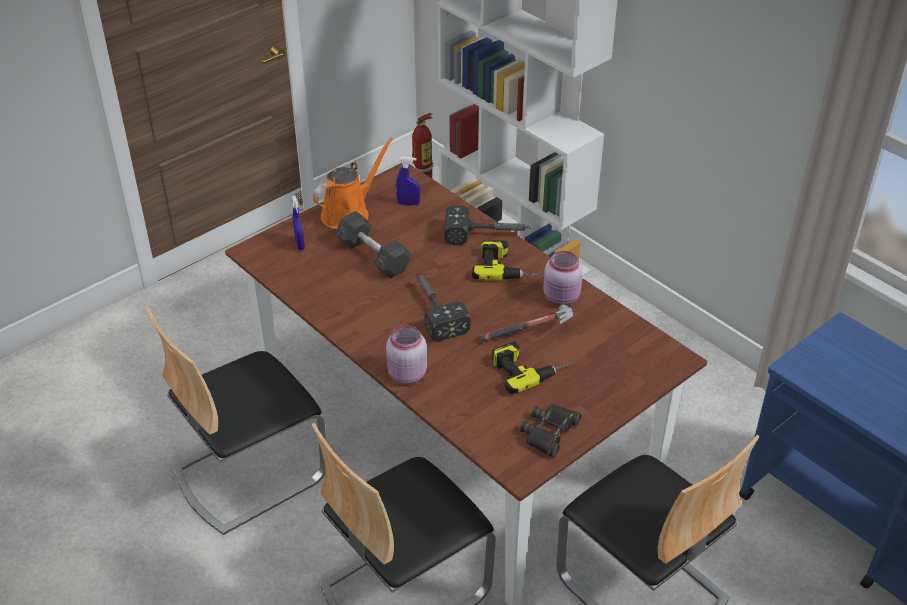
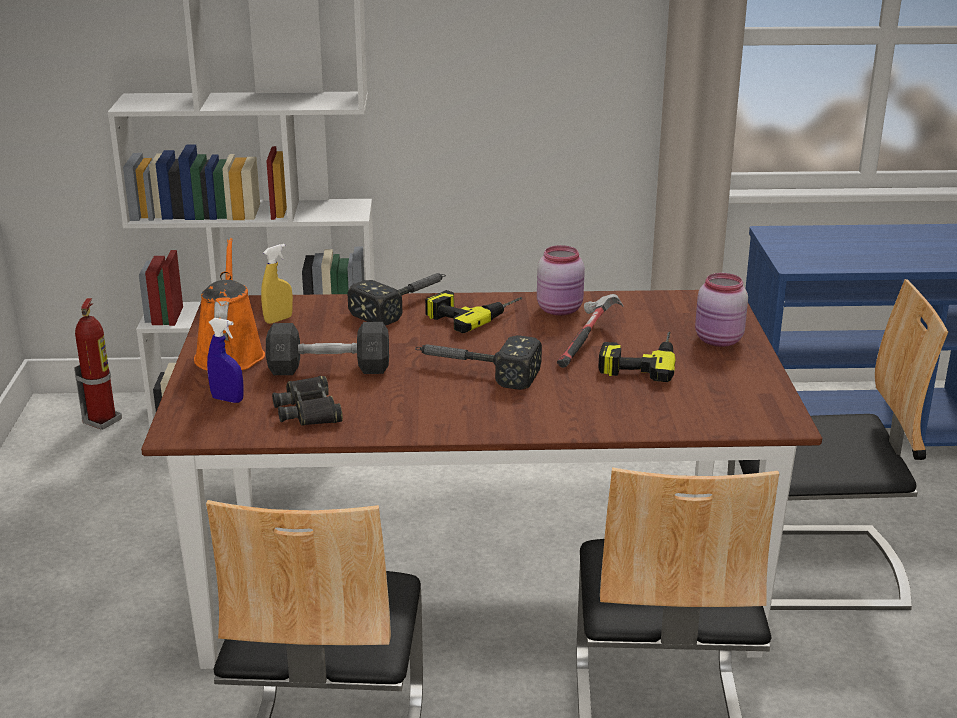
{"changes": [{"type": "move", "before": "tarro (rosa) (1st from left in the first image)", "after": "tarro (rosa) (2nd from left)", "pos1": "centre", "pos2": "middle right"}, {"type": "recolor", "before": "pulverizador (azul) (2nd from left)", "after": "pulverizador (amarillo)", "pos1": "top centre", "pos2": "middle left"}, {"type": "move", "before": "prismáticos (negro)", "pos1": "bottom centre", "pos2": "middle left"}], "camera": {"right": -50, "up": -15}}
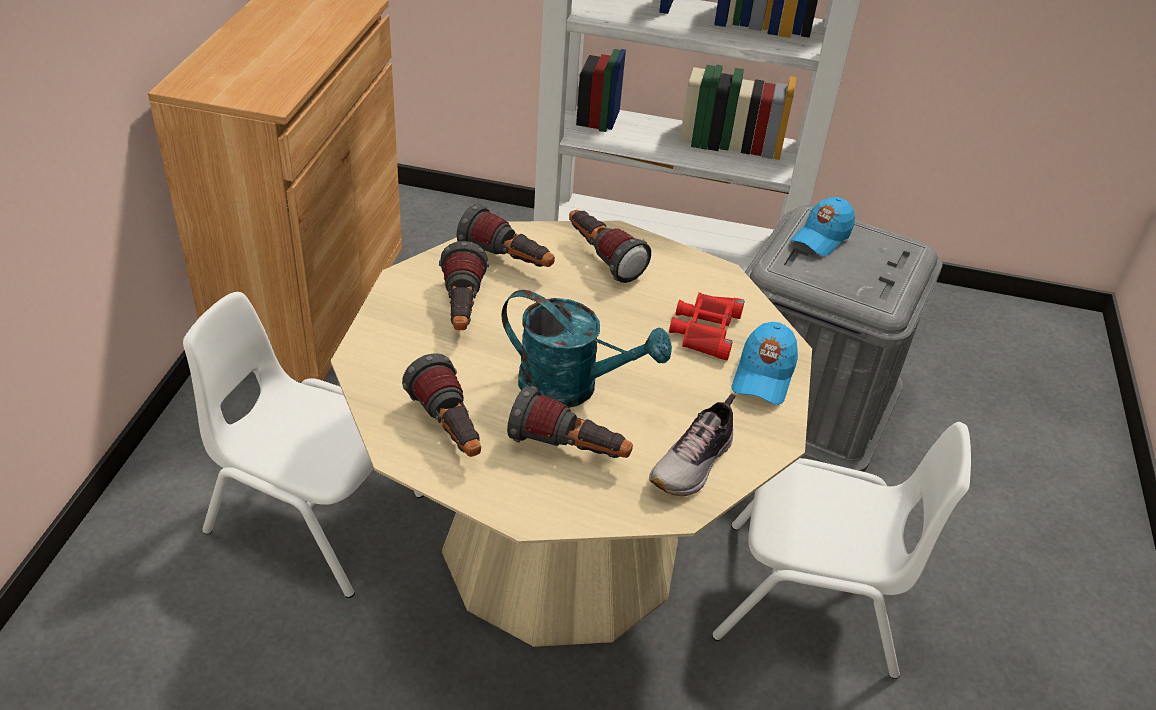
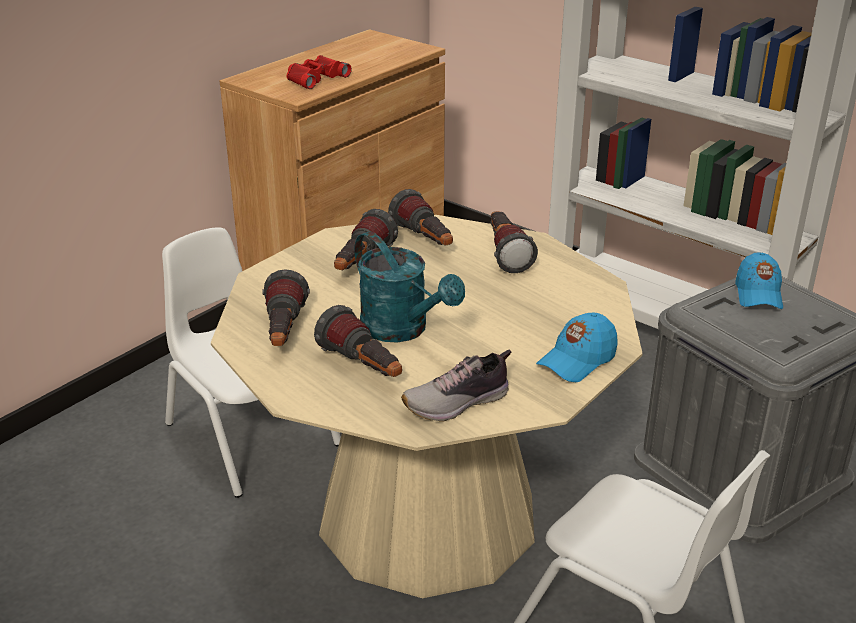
{"changes": [{"type": "move", "before": "prismáticos (rojo)", "pos1": "centre", "pos2": "top centre"}, {"type": "rotate", "before": "gorra (azul) (2nd from left)", "pos1": "top right", "pos2": "middle right", "turn": -60}], "camera": {"right": 30, "up": -10}}
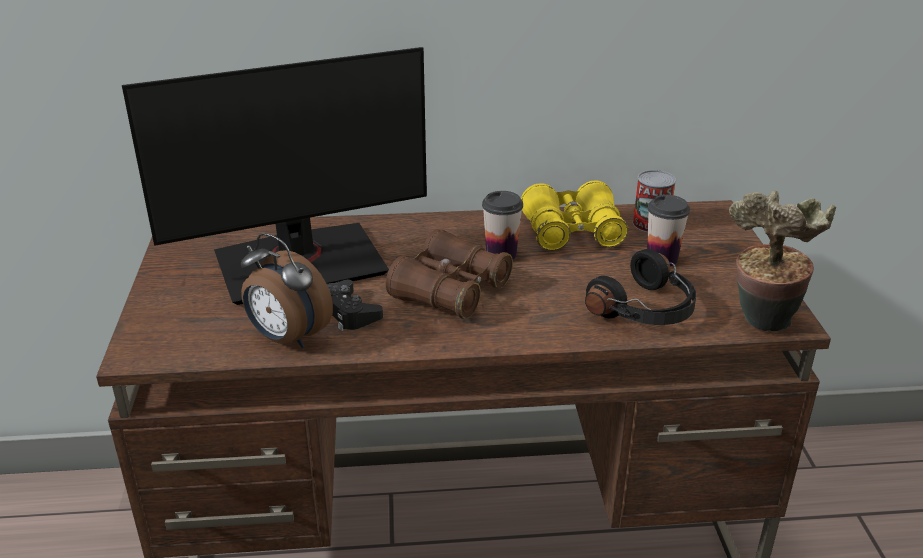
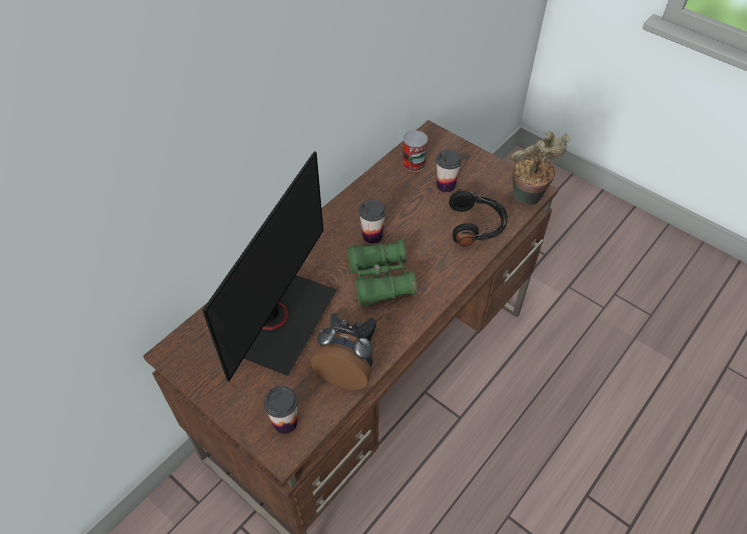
{"changes": [{"type": "rotate", "before": "despertador", "pos1": "middle left", "pos2": "bottom centre", "turn": -150}, {"type": "recolor", "before": "prismáticos (marrón)", "after": "prismáticos (verde)", "pos1": "centre", "pos2": "centre"}, {"type": "delete", "before": "prismáticos (amarillo)", "pos1": "centre"}, {"type": "insert", "after": "taza (1st from left)", "pos2": "bottom centre"}], "camera": {"right": -45, "up": 20}}
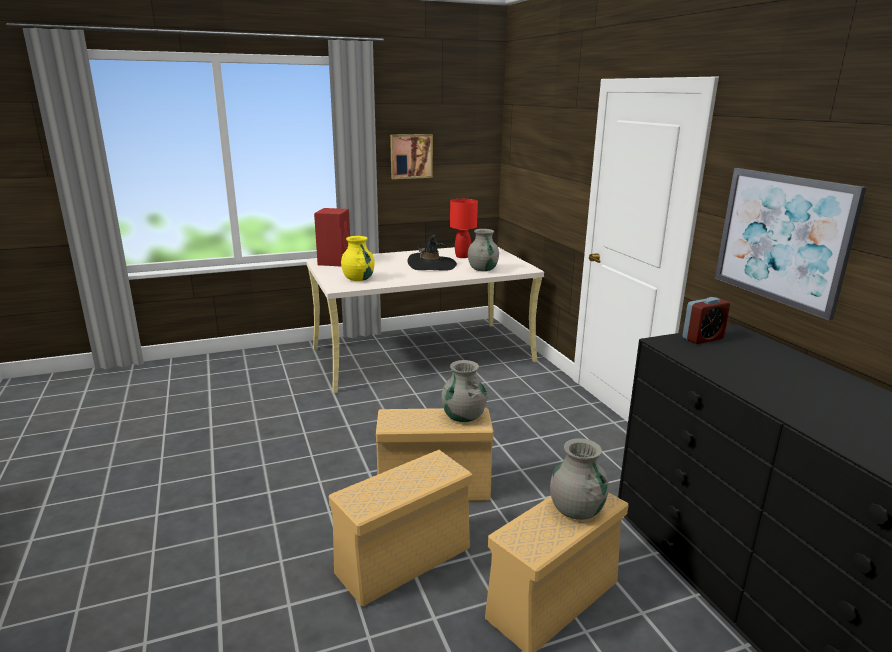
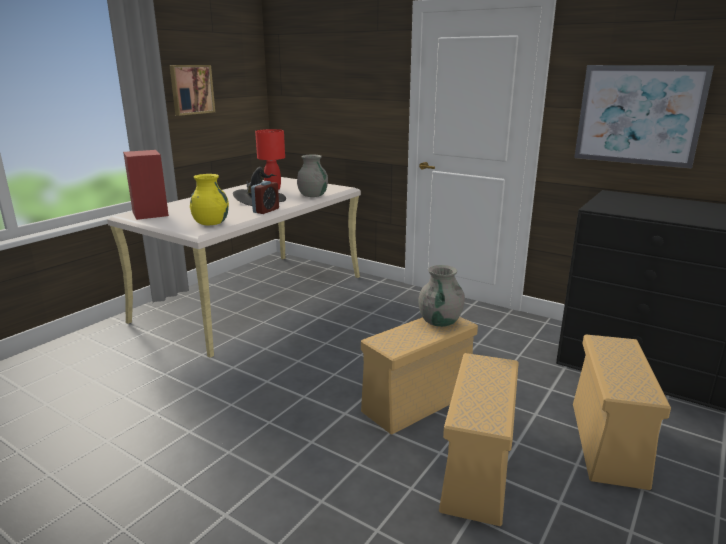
{"changes": [{"type": "delete", "before": "florero (gris) (3rd from left)", "pos1": "bottom centre"}, {"type": "move", "before": "despertador", "pos1": "middle right", "pos2": "centre"}], "camera": {"right": -35, "up": 0}}
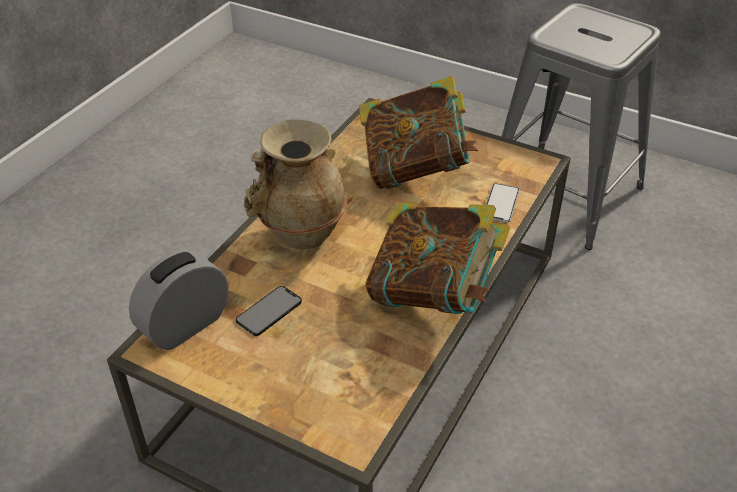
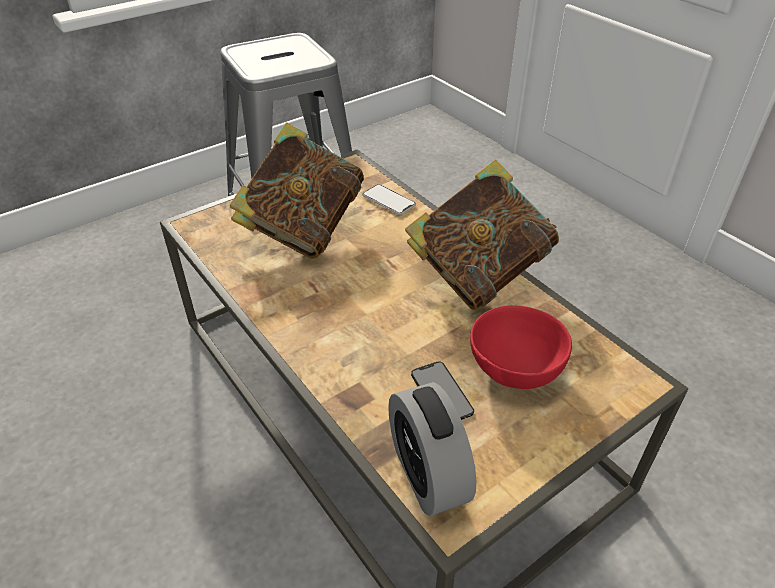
{"changes": [{"type": "delete", "before": "florero (beis)", "pos1": "centre"}, {"type": "insert", "after": "cuenco (rojo)", "pos2": "middle right"}], "camera": {"right": -65, "up": 0}}
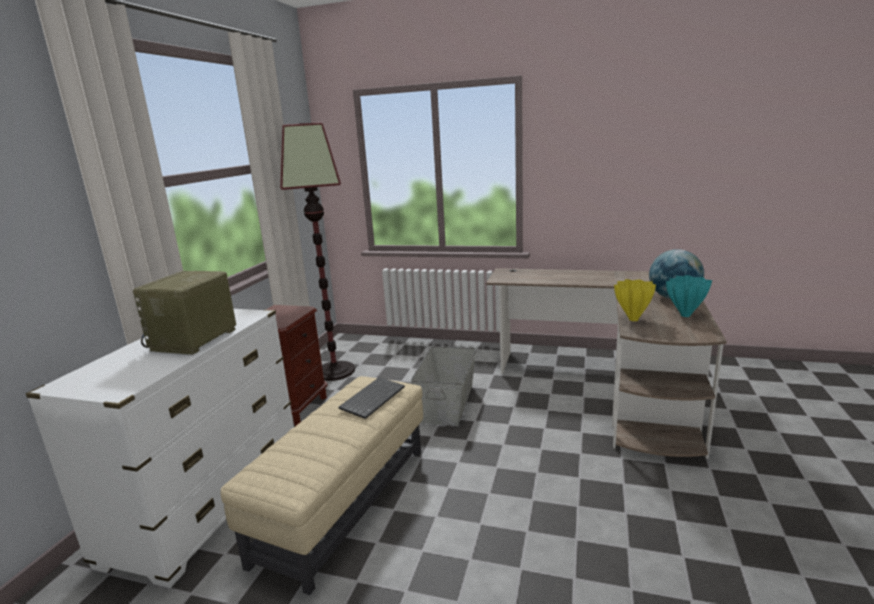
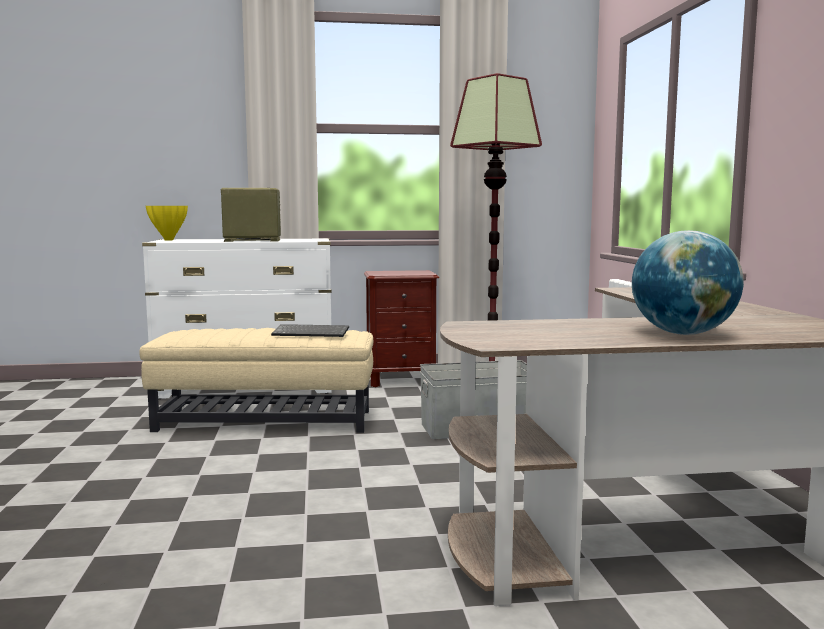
{"changes": [{"type": "move", "before": "florero (amarillo)", "pos1": "middle right", "pos2": "middle left"}, {"type": "delete", "before": "florero (turquesa)", "pos1": "middle right"}], "camera": {"right": 65, "up": -10}}
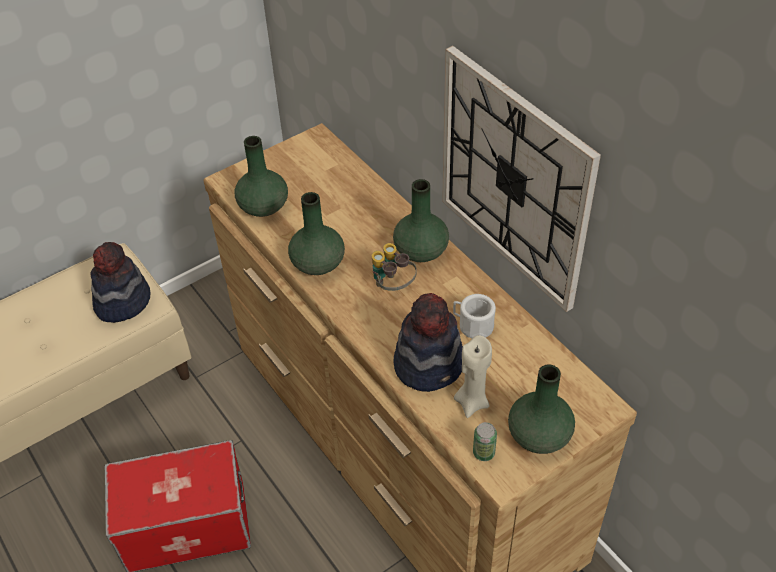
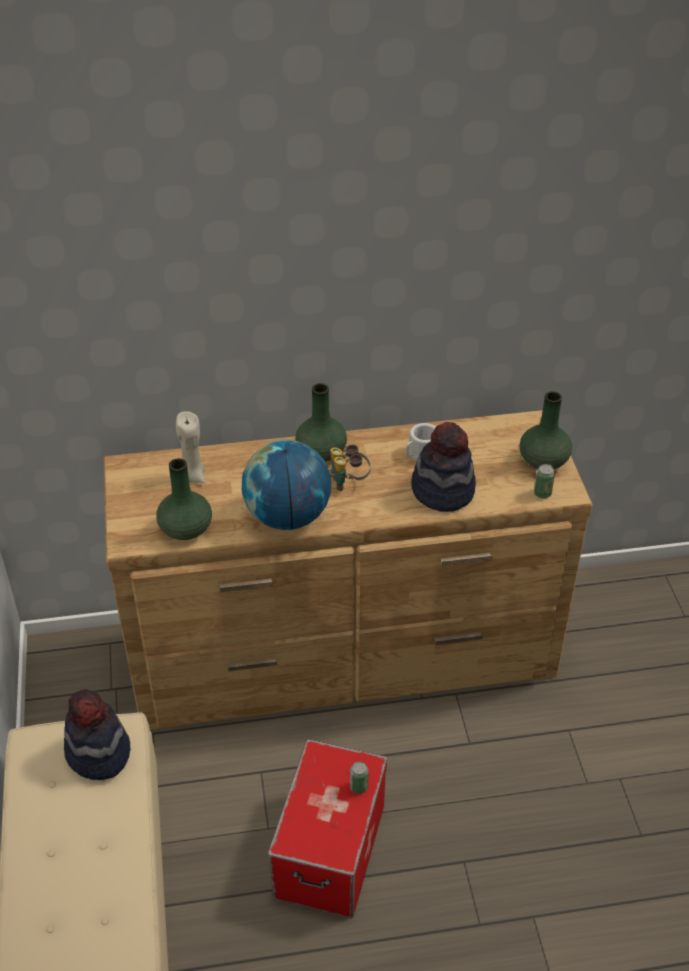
{"changes": [{"type": "replace", "before": "florero (verde) (2nd from left)", "after": "globo terráqueo", "pos1": "centre", "pos2": "centre"}, {"type": "delete", "before": "reloj de pared", "pos1": "top right"}, {"type": "move", "before": "vela (beis)", "pos1": "centre", "pos2": "middle left"}, {"type": "insert", "after": "lata (1st from left)", "pos2": "bottom centre"}], "camera": {"right": -65, "up": -5}}
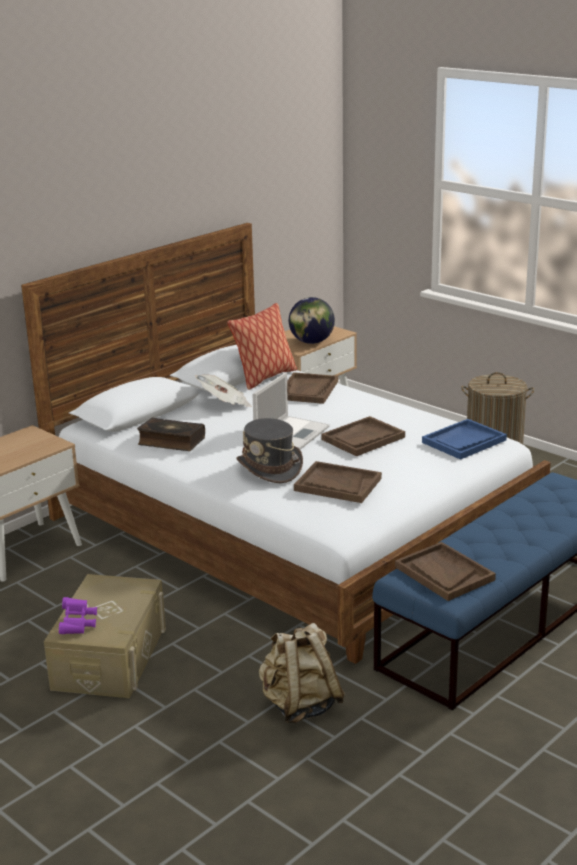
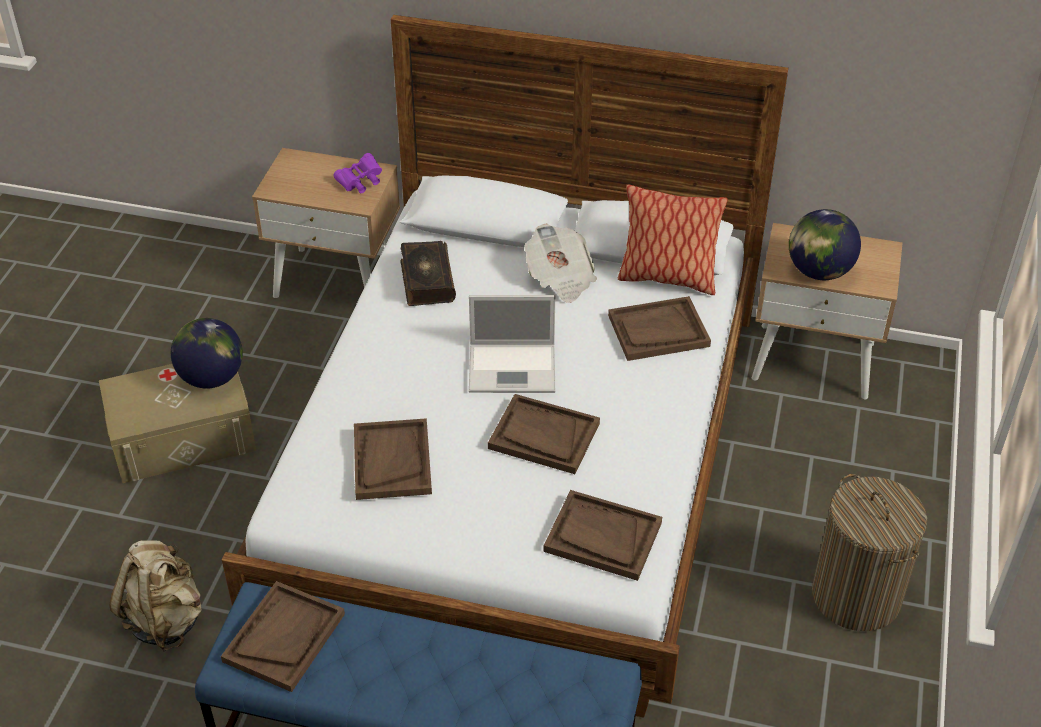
{"changes": [{"type": "move", "before": "prismáticos (morado)", "pos1": "bottom left", "pos2": "top centre"}, {"type": "delete", "before": "sombrero (gris)", "pos1": "centre"}, {"type": "recolor", "before": "bandeja (azul)", "after": "bandeja (marrón) (4th from left)", "pos1": "middle right", "pos2": "bottom centre"}, {"type": "insert", "after": "globo terráqueo (1st from left)", "pos2": "middle left"}], "camera": {"right": 60, "up": 20}}
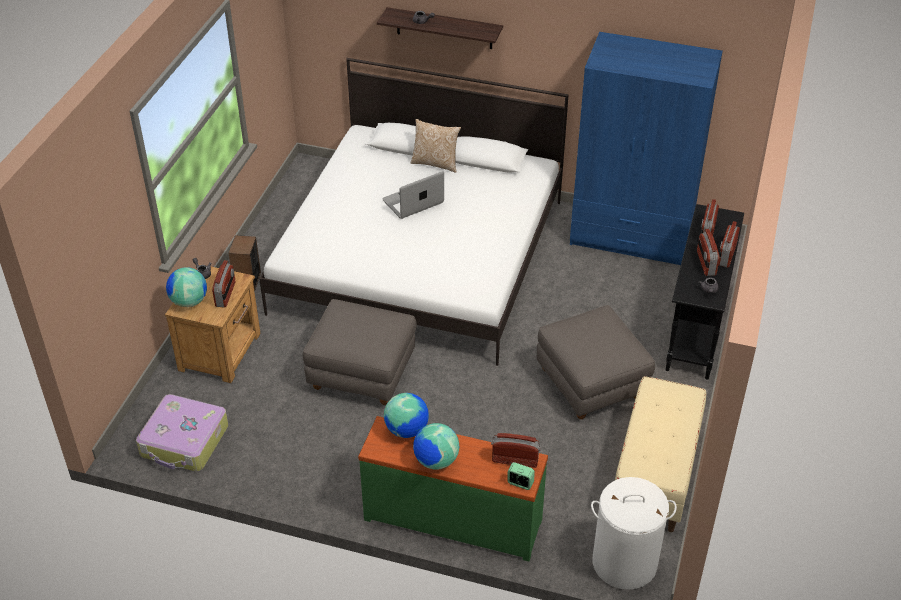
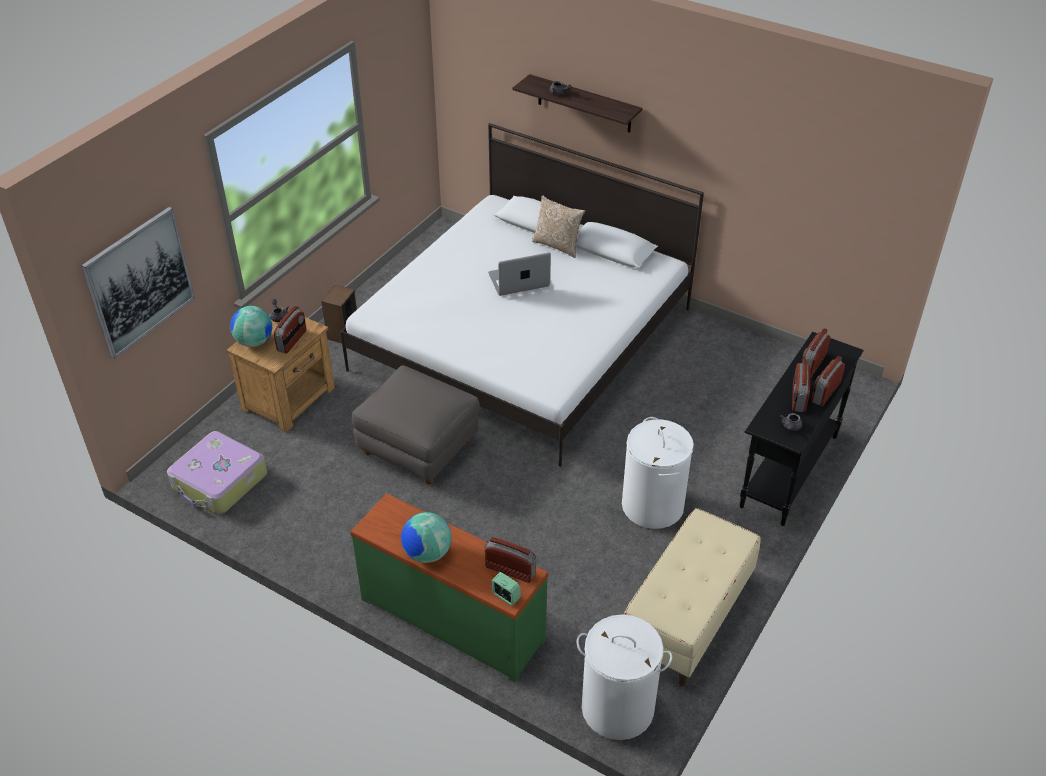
{"changes": [{"type": "delete", "before": "globo terráqueo (2nd from left)", "pos1": "bottom centre"}, {"type": "replace", "before": "puf (gris) (2nd from left)", "after": "cesto de la ropa (blanco) (2nd from left)", "pos1": "centre", "pos2": "centre"}, {"type": "delete", "before": "armario ropero (azul)", "pos1": "top right"}, {"type": "insert", "after": "cuadro", "pos2": "middle left"}], "camera": {"right": 15, "up": 0}}
